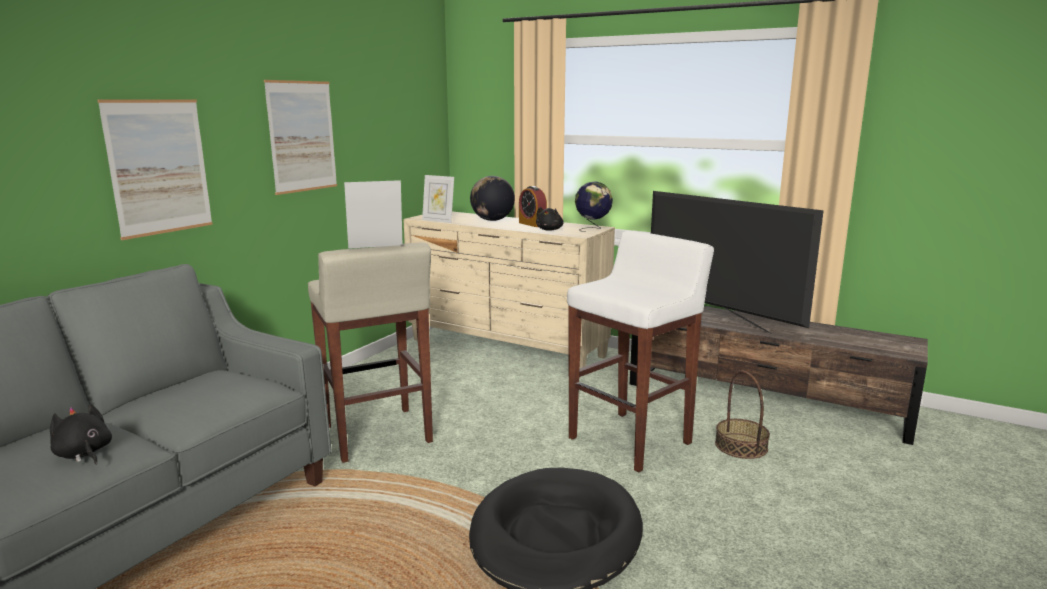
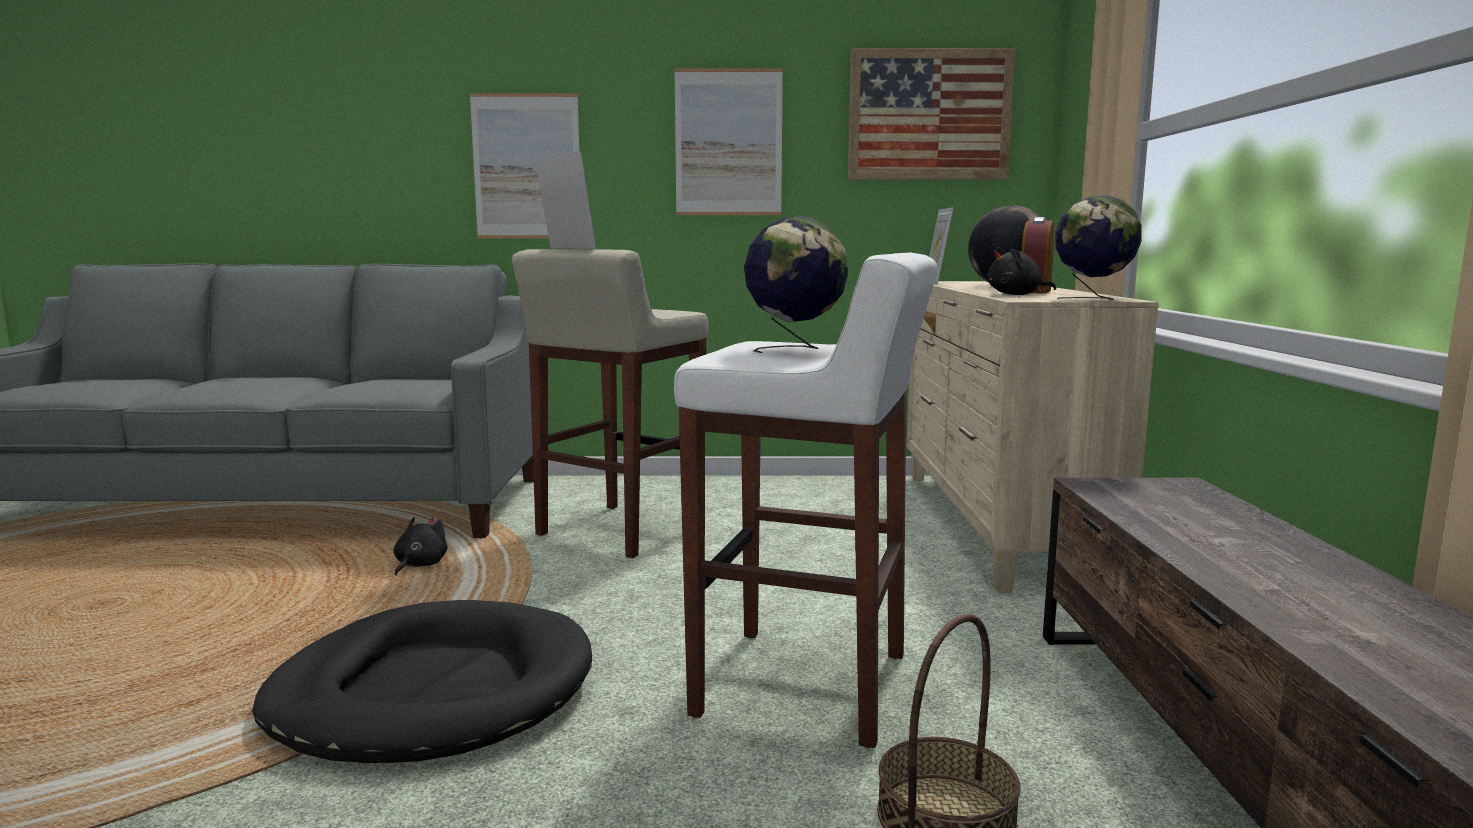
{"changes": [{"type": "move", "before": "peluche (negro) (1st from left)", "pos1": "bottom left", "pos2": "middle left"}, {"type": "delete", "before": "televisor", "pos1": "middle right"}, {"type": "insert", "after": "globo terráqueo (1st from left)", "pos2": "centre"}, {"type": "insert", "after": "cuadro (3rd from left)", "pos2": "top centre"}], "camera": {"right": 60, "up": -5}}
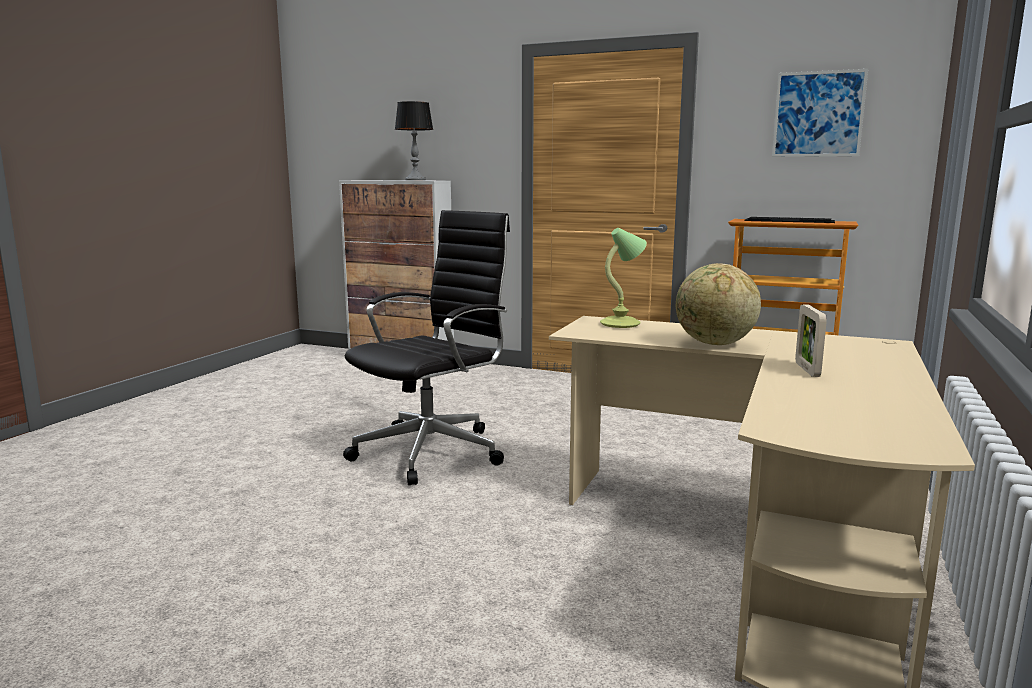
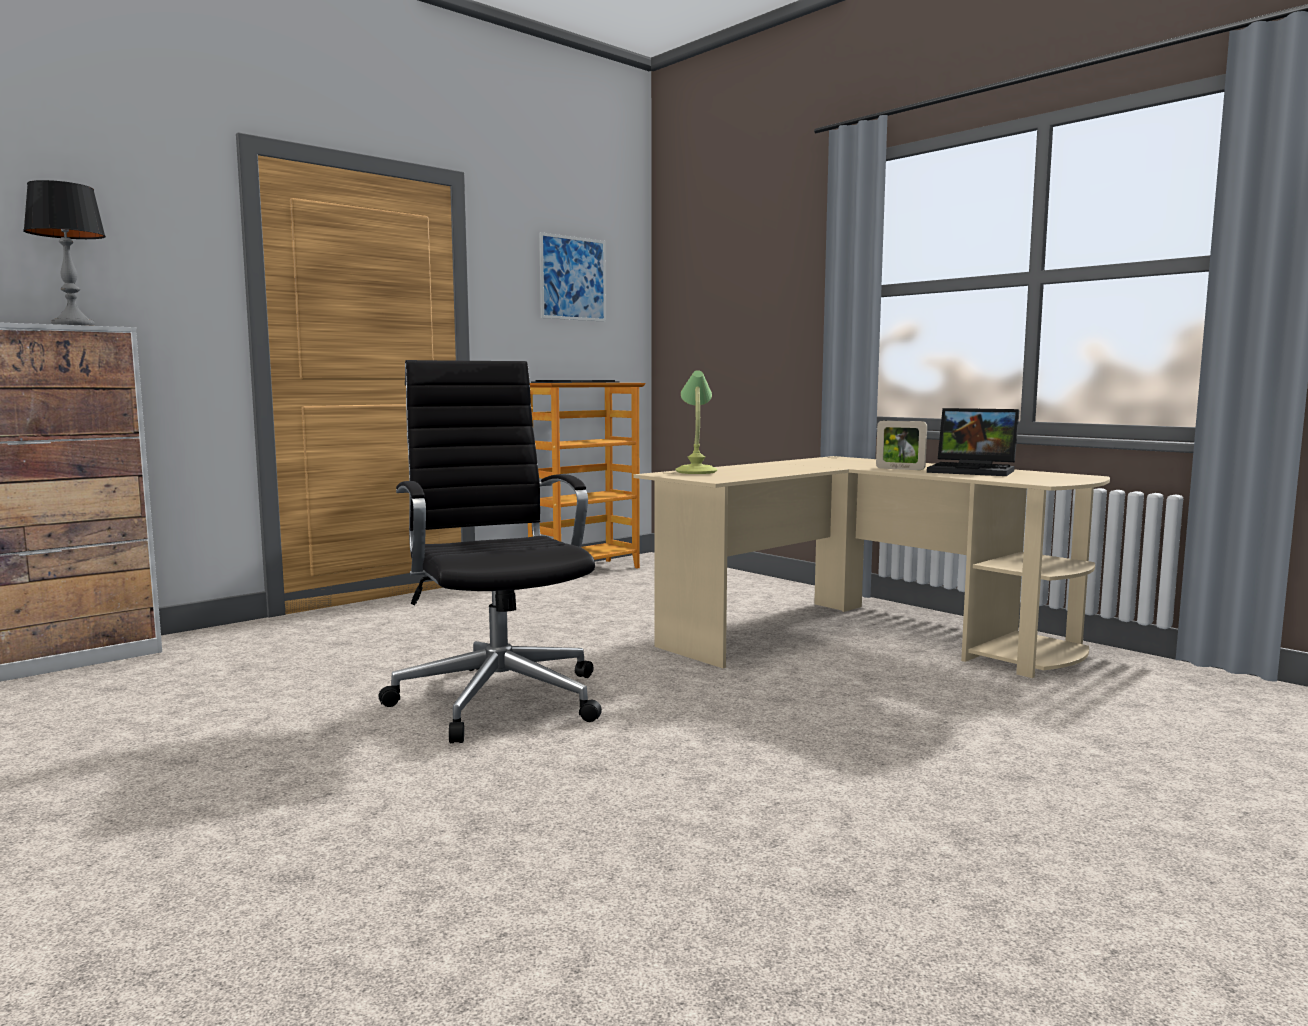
{"changes": [{"type": "delete", "before": "globo terráqueo", "pos1": "middle right"}, {"type": "insert", "after": "portátil", "pos2": "middle right"}], "camera": {"right": -65, "up": -5}}
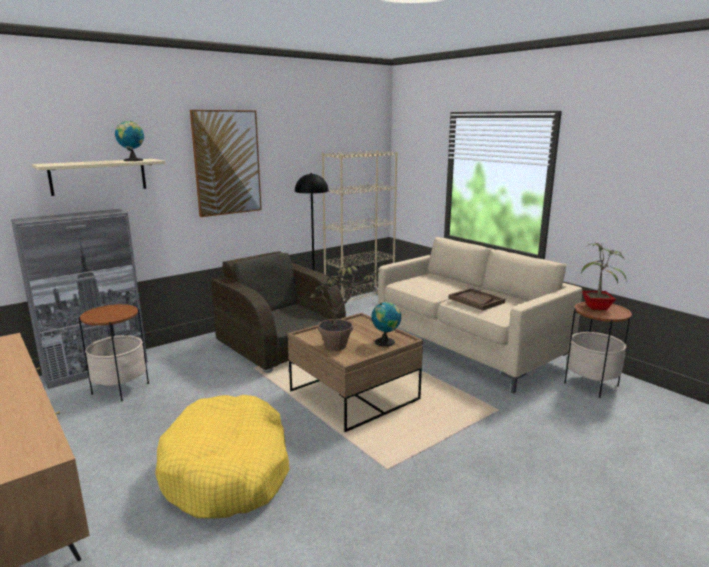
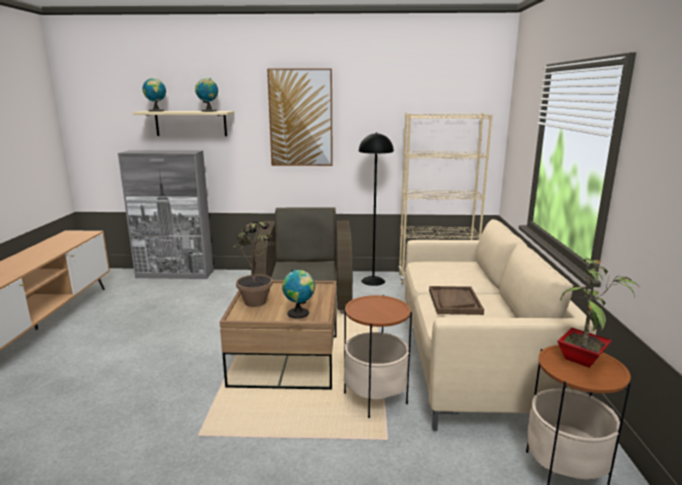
{"changes": [{"type": "move", "before": "mesa auxiliar (1st from left)", "pos1": "middle left", "pos2": "bottom centre"}, {"type": "delete", "before": "cama para perro (amarillo)", "pos1": "bottom left"}, {"type": "insert", "after": "globo terráqueo (1st from left)", "pos2": "top left"}], "camera": {"right": 40, "up": 0}}
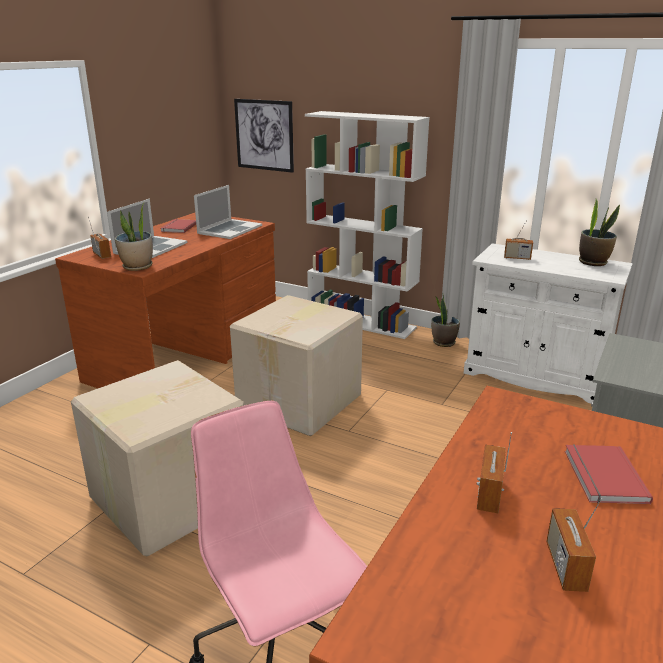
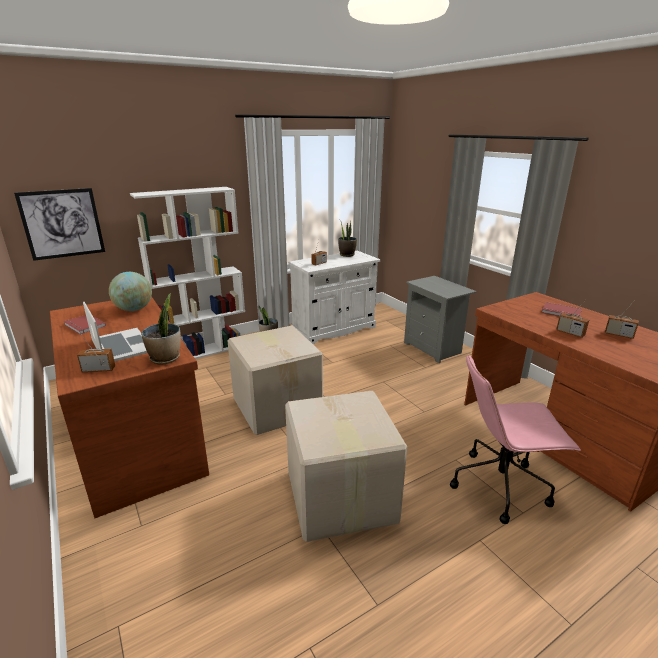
{"changes": [{"type": "replace", "before": "portátil (2nd from left)", "after": "globo terráqueo", "pos1": "top centre", "pos2": "middle left"}], "camera": {"right": -60, "up": 0}}
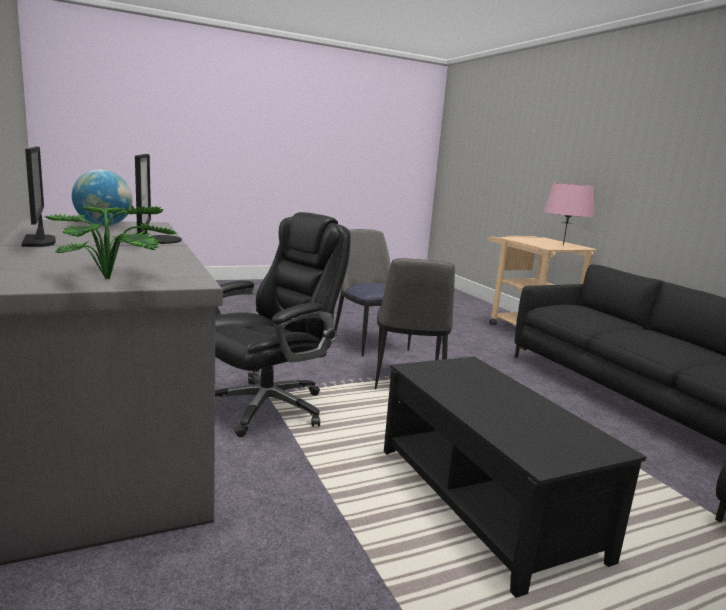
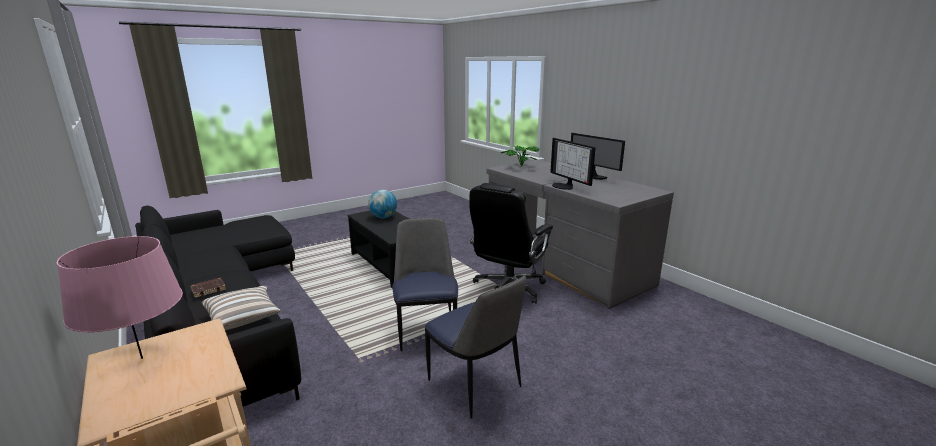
{"changes": [{"type": "move", "before": "globo terráqueo", "pos1": "top left", "pos2": "centre"}, {"type": "insert", "after": "libro (marrón)", "pos2": "middle left"}, {"type": "insert", "after": "cojín", "pos2": "bottom left"}], "camera": {"right": 170, "up": 5}}
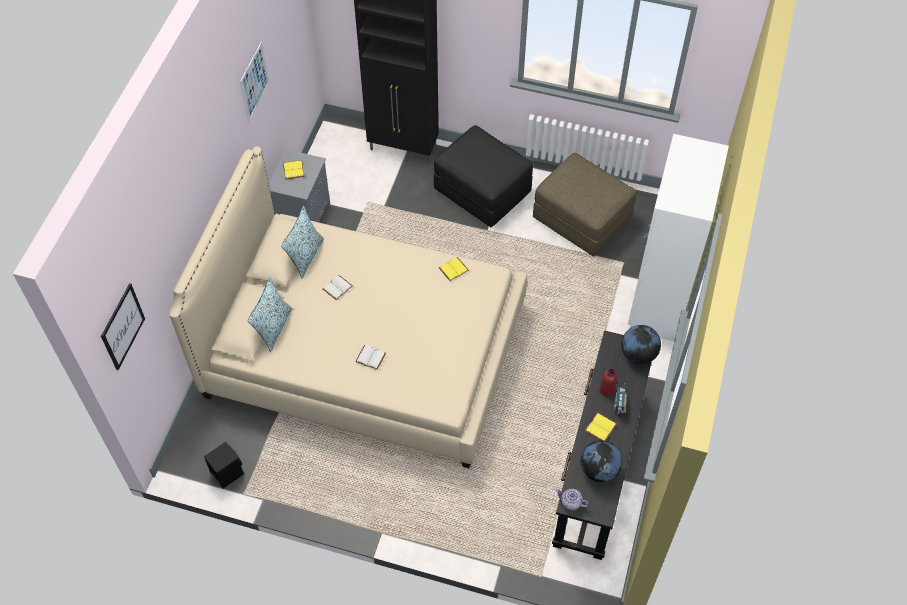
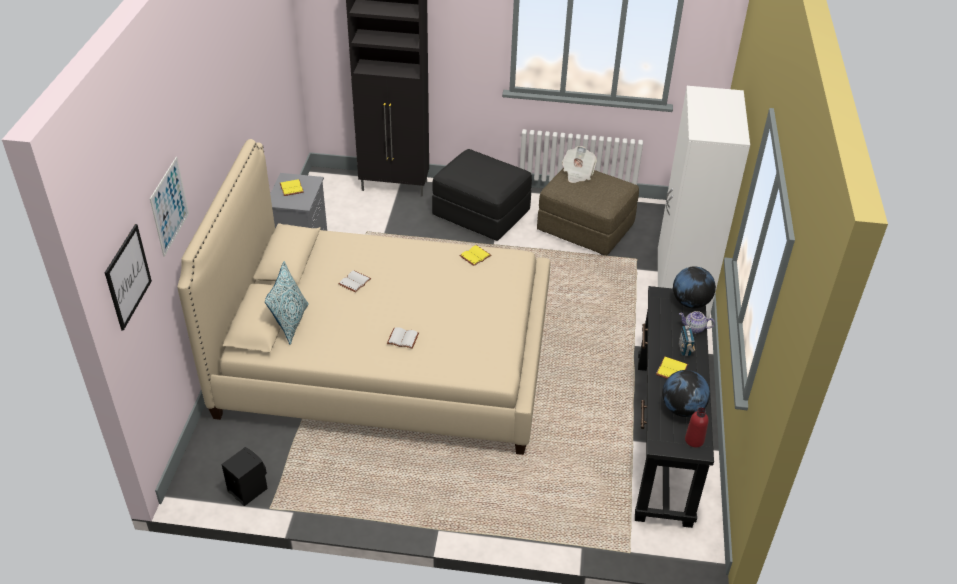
{"changes": [{"type": "move", "before": "cuadro (2nd from left)", "pos1": "top left", "pos2": "middle left"}, {"type": "delete", "before": "cojín (2nd from left)", "pos1": "middle left"}, {"type": "move", "before": "tetera", "pos1": "bottom centre", "pos2": "middle right"}, {"type": "move", "before": "botella (rojo)", "pos1": "middle right", "pos2": "bottom right"}, {"type": "insert", "after": "periódico", "pos2": "top centre"}], "camera": {"right": -10, "up": -15}}
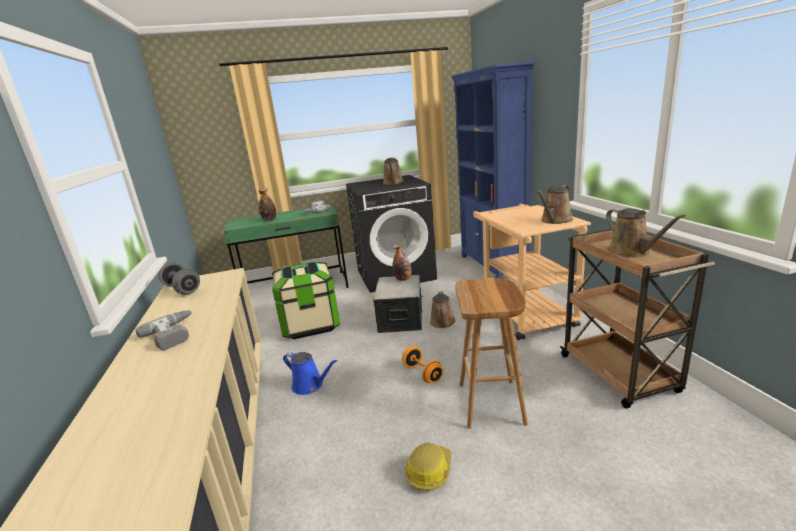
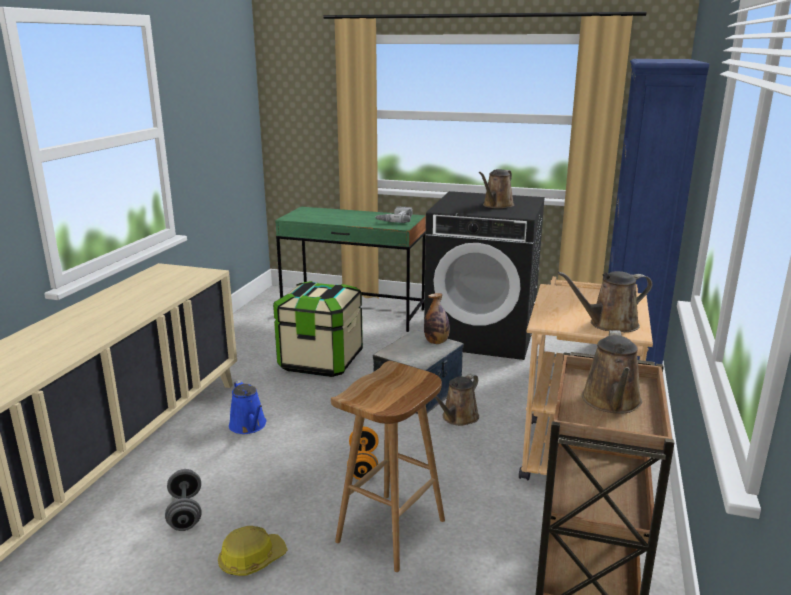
{"changes": [{"type": "delete", "before": "taladro (1st from left)", "pos1": "middle left"}, {"type": "move", "before": "mancuerna (gris)", "pos1": "middle left", "pos2": "bottom left"}, {"type": "delete", "before": "botella (1st from left)", "pos1": "centre"}], "camera": {"right": 30, "up": 0}}
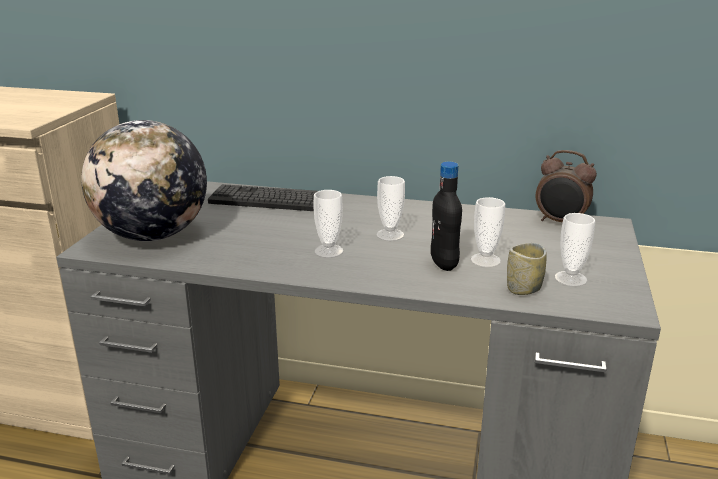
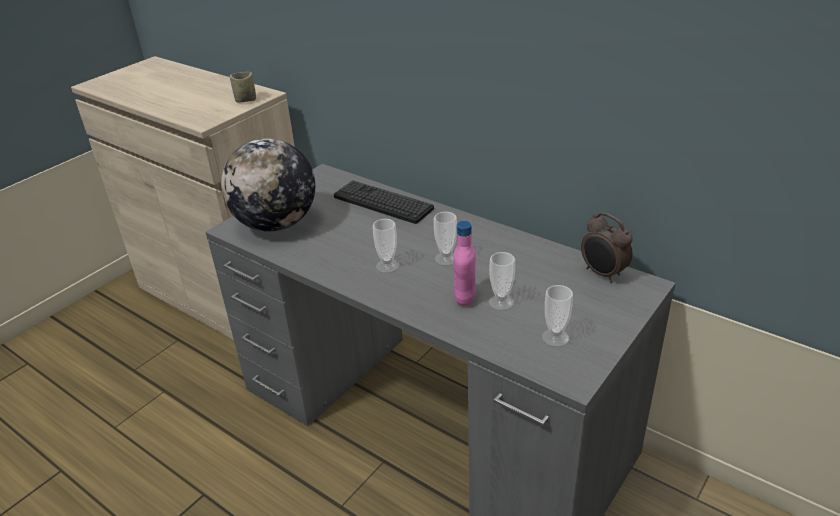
{"changes": [{"type": "recolor", "before": "botella (negro)", "after": "botella (rosa)", "pos1": "centre", "pos2": "centre"}, {"type": "move", "before": "taza (4th from left in the first image)", "after": "taza (1st from left)", "pos1": "middle right", "pos2": "top left"}], "camera": {"right": 25, "up": 10}}
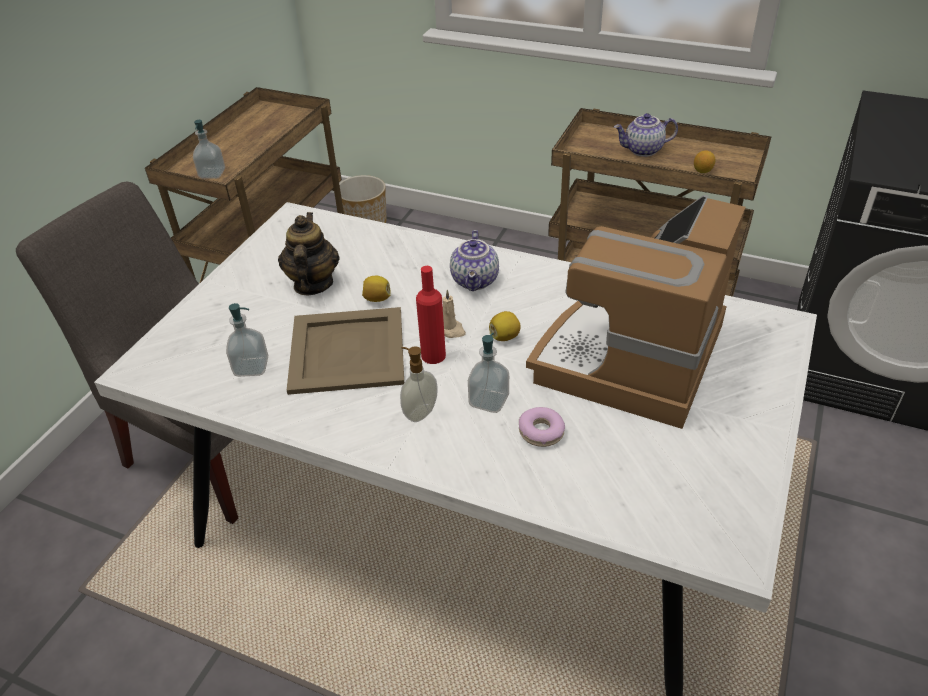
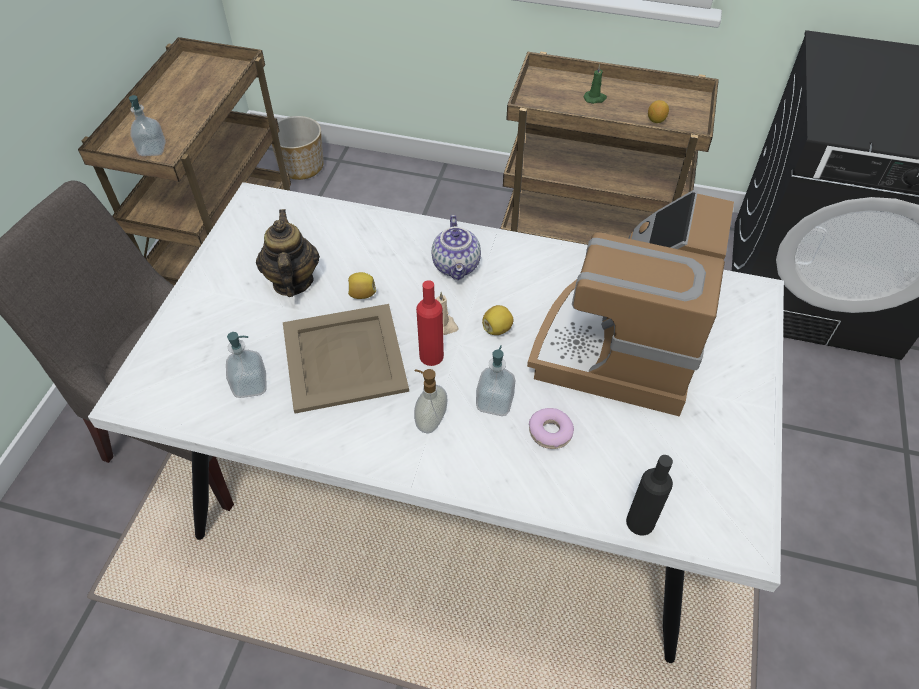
{"changes": [{"type": "replace", "before": "tetera (3rd from left)", "after": "vela (verde)", "pos1": "top right", "pos2": "top centre"}, {"type": "insert", "after": "botella (negro)", "pos2": "bottom right"}], "camera": {"right": -10, "up": 10}}
